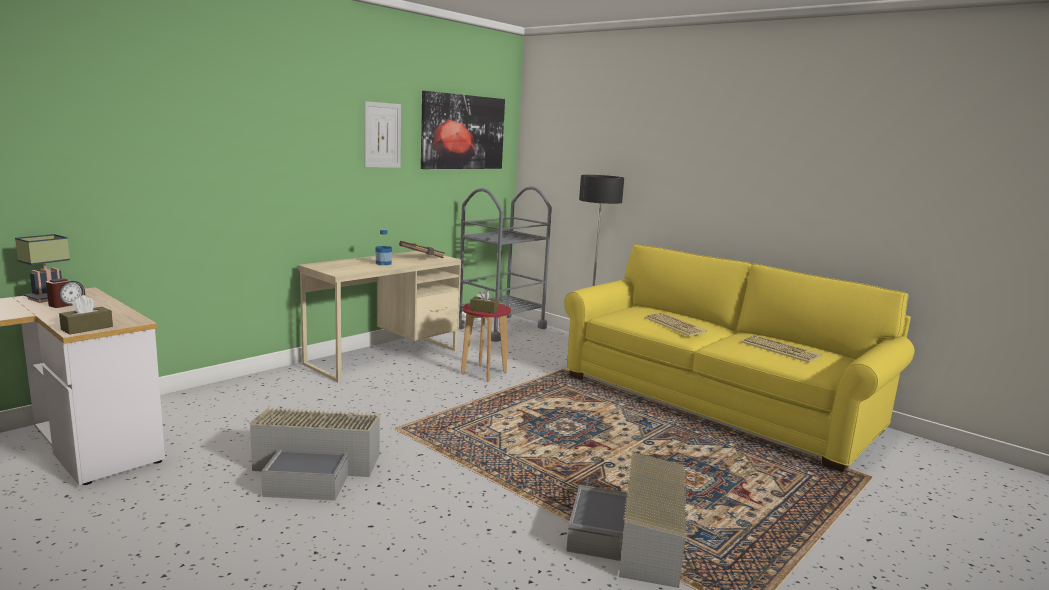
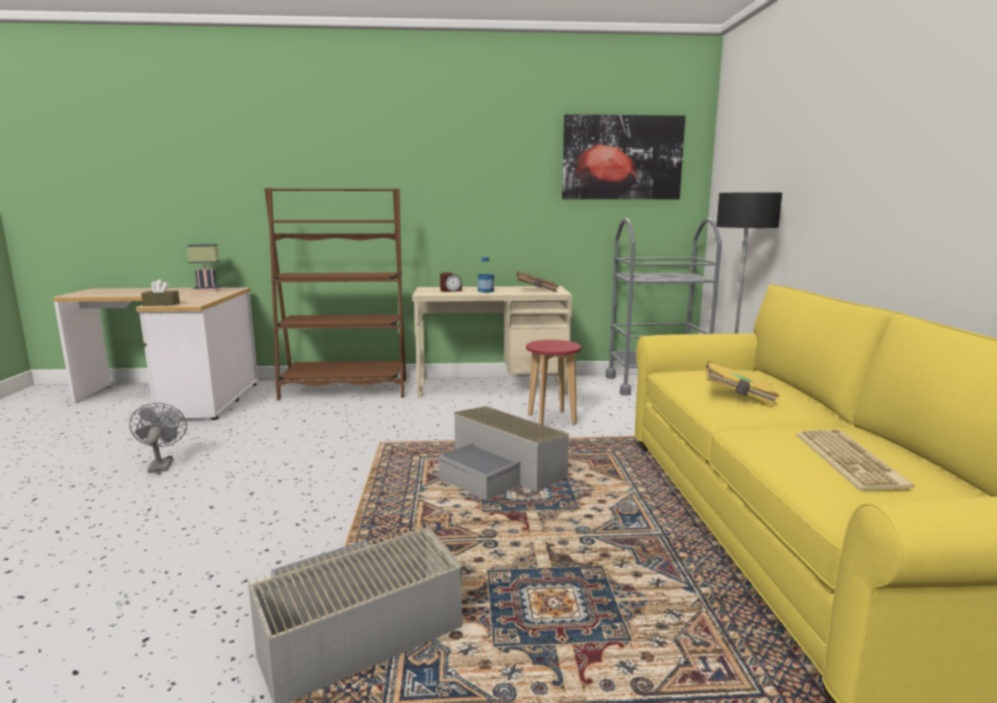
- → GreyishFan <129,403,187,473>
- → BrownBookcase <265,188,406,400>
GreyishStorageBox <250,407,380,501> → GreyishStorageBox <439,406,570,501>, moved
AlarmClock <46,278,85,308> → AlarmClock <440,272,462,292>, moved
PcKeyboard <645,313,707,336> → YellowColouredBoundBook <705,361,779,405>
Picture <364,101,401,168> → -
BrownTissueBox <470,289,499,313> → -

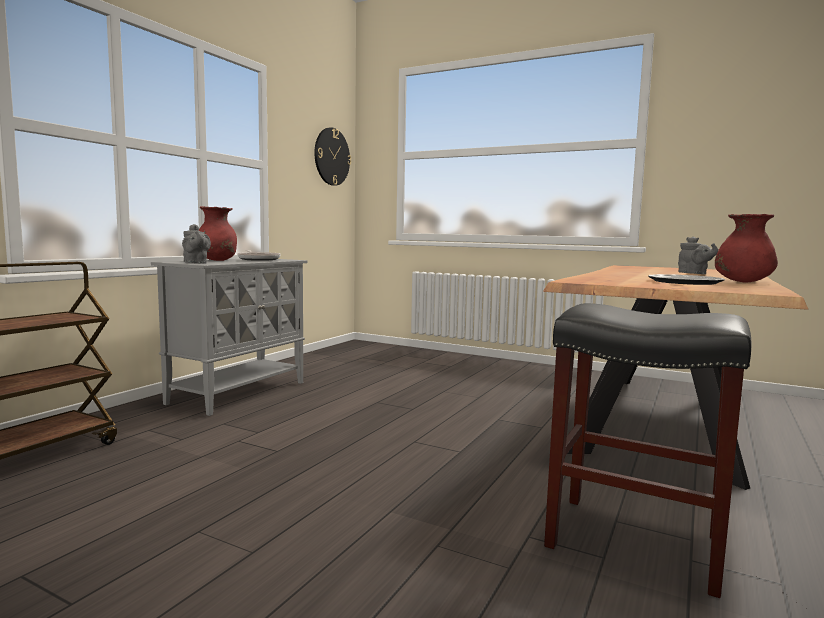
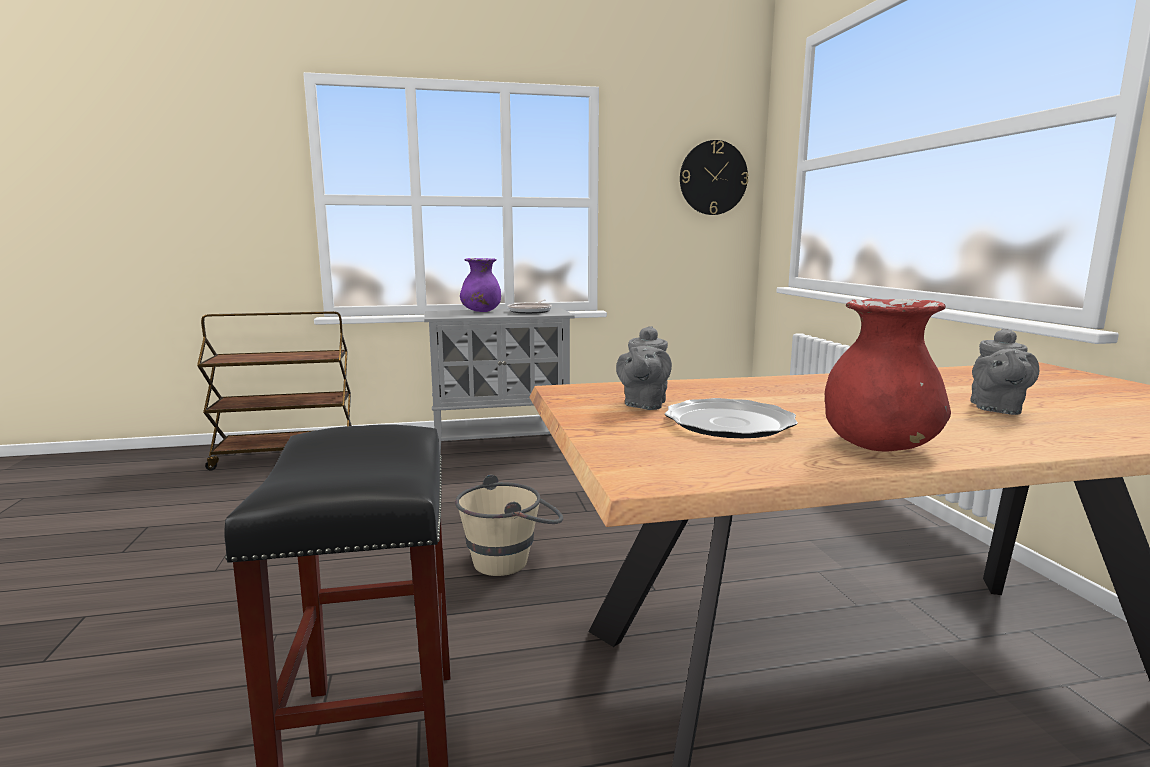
- → SandColouredBucket <455,475,563,576>
ReddishVase <199,206,237,261> → PurpleVase <460,258,501,312>
GreyishTeaPot <182,224,211,264> → GreyishTeaPot <616,326,672,410>, moved

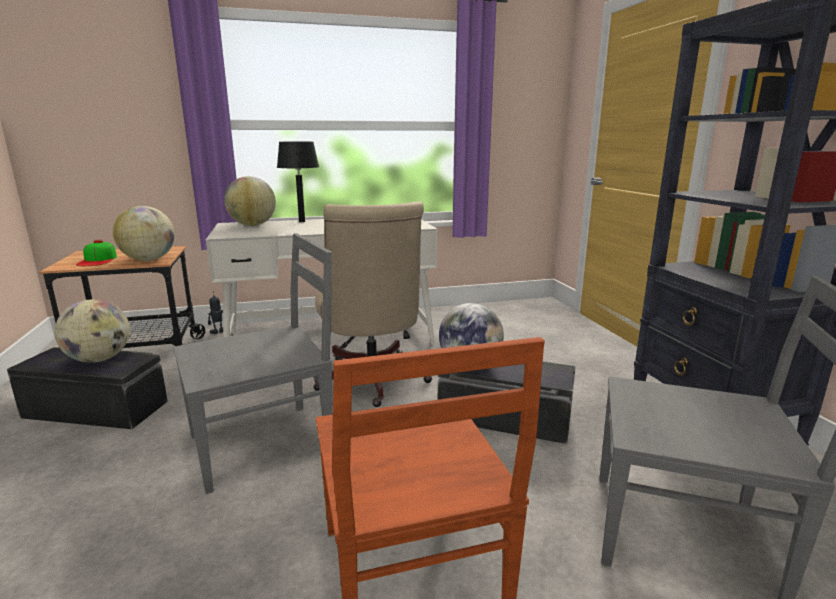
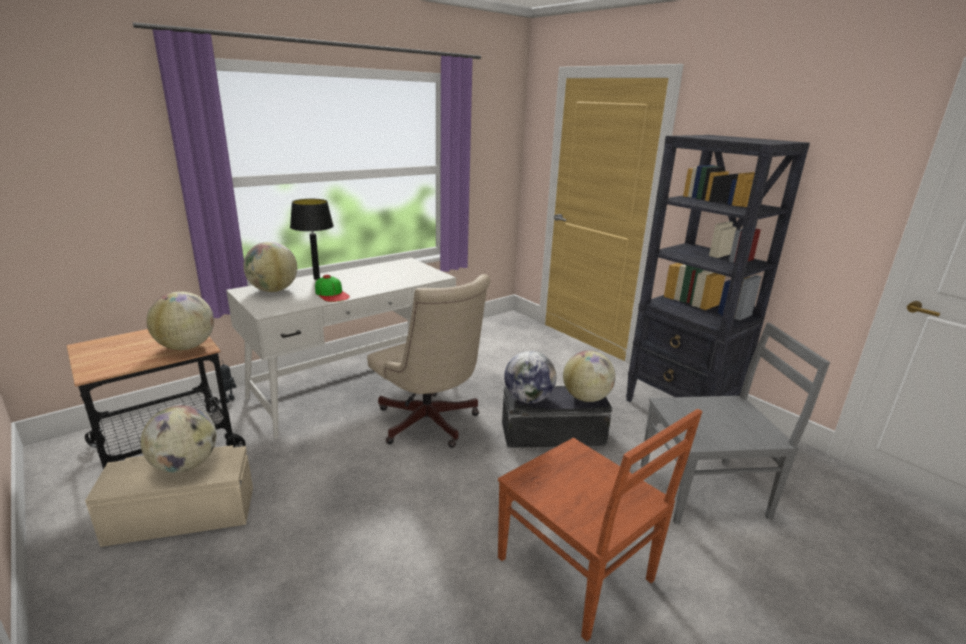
BlackishStorageBox <7,347,168,429> → SandColouredStorageBox <85,445,253,547>
Cap <76,240,117,266> → Cap <315,275,350,302>, moved
- → WorldGlobe <563,350,615,402>
GreyishPlainChair <173,233,333,494> → -

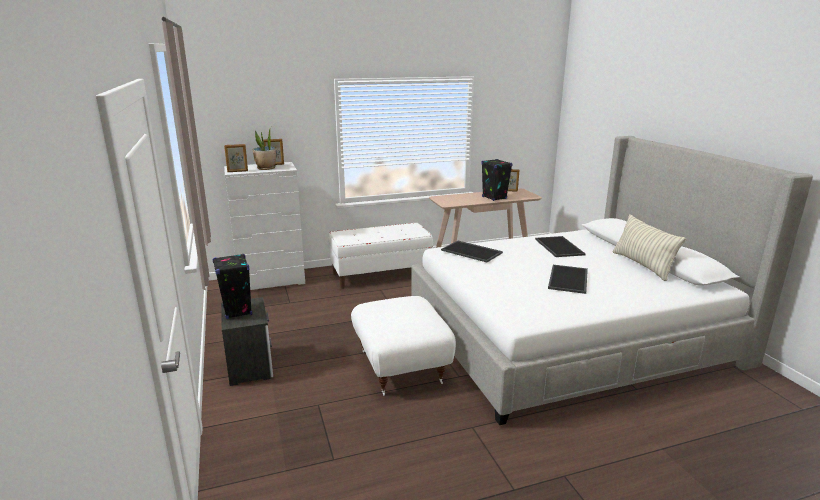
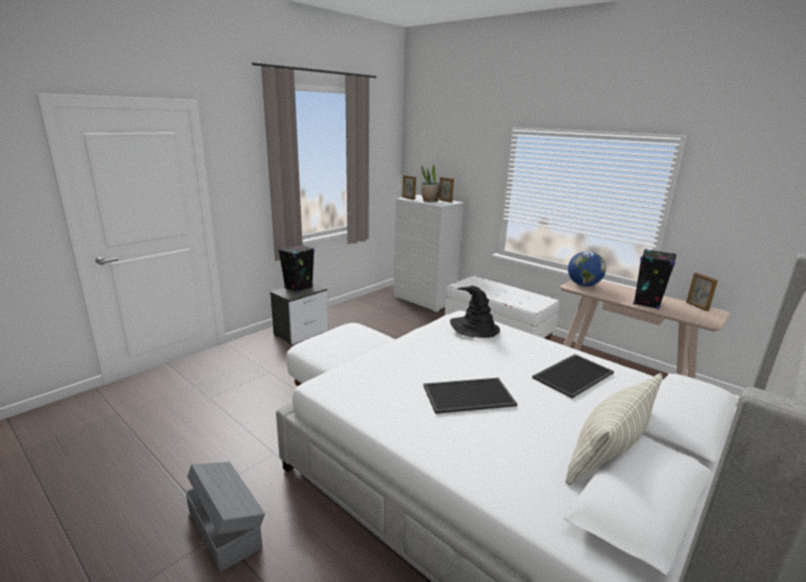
- → GreyishStorageBox <186,462,265,572>
CarryingTray <441,241,503,262> → BlackishClothingHat <450,285,500,338>
- → WorldGlobe <568,251,606,286>

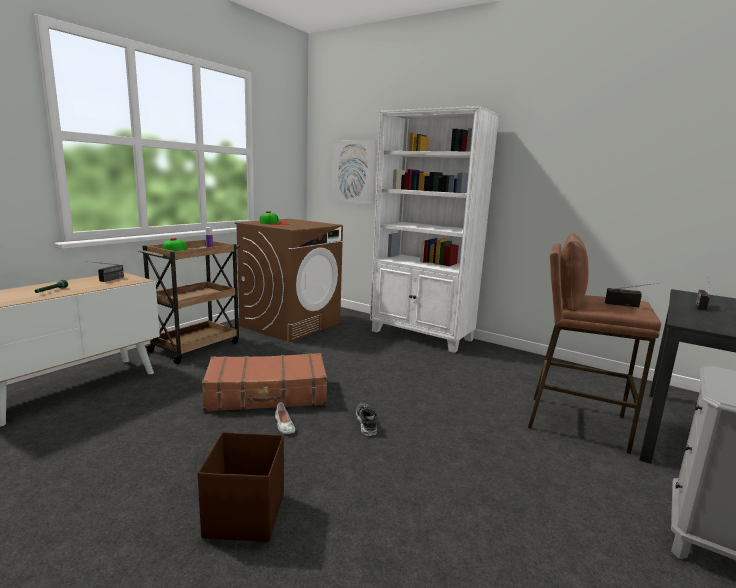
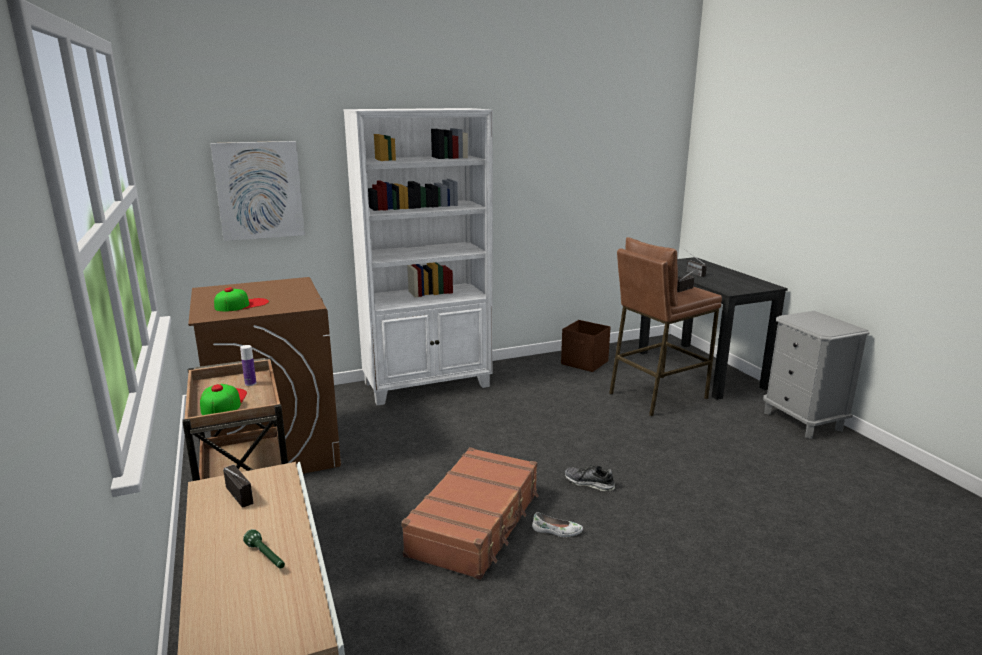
BrownStorageBox <198,432,284,542> → BrownStorageBox <561,320,610,372>, moved

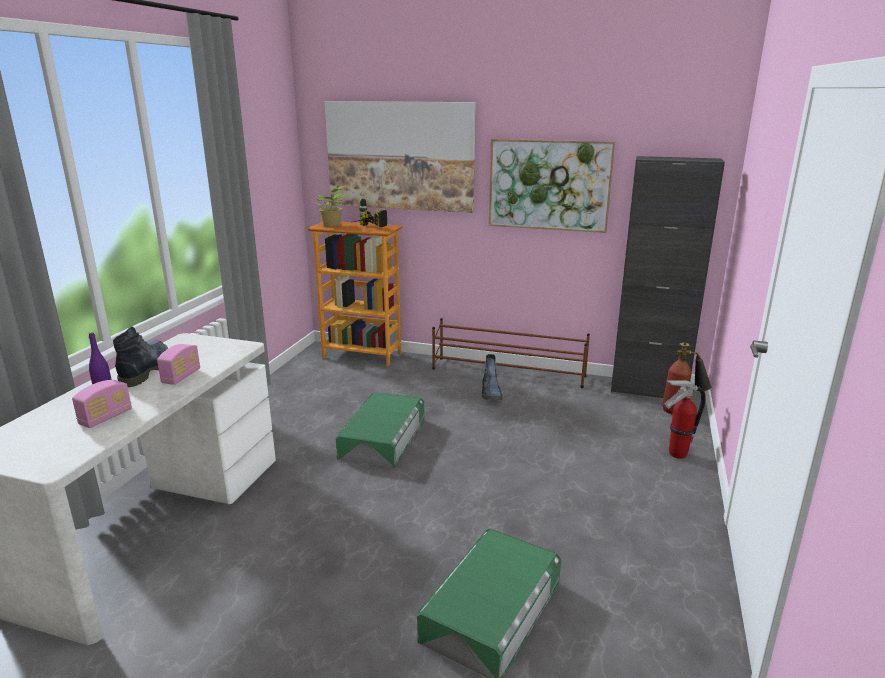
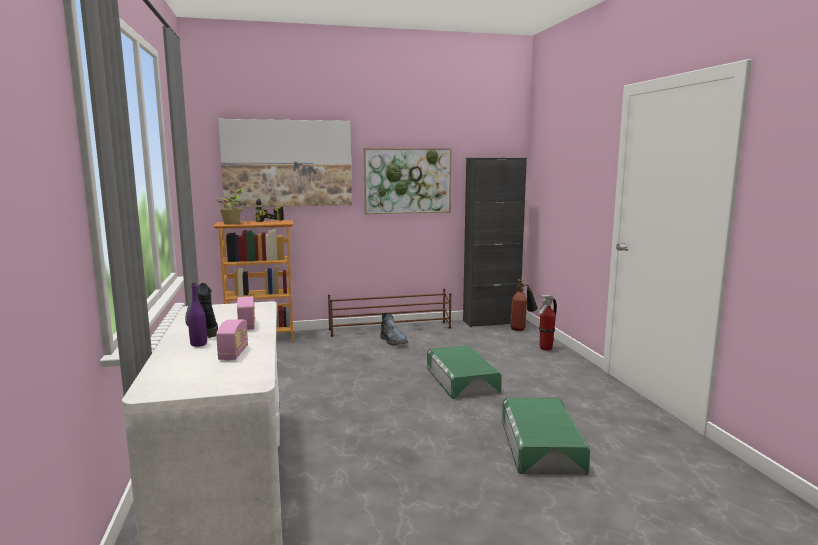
GreenColouredStorageBox <335,392,424,468> → GreenColouredStorageBox <427,345,501,399>, moved

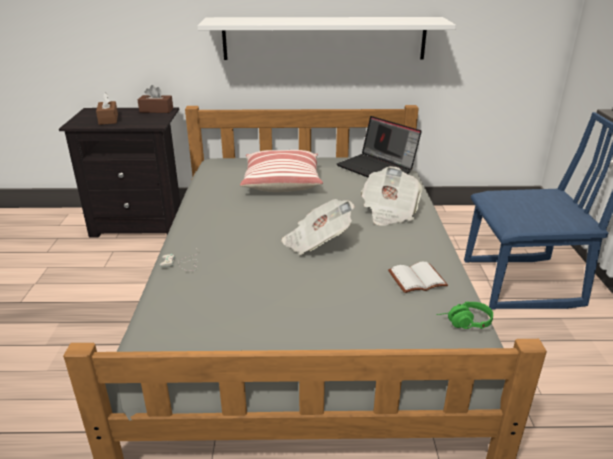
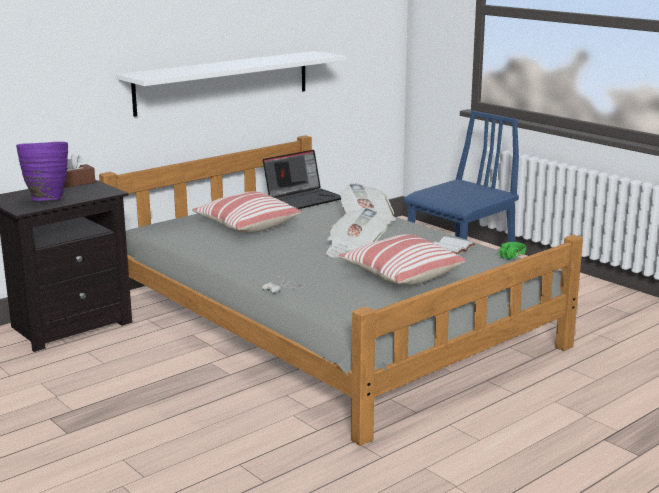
BrownTissueBox <96,93,118,125> → PurpleVase <16,142,68,201>
PortableComputer <337,116,422,177> → PortableComputer <263,150,341,209>, 45 degrees counterclockwise
- → Cushion <339,234,466,285>

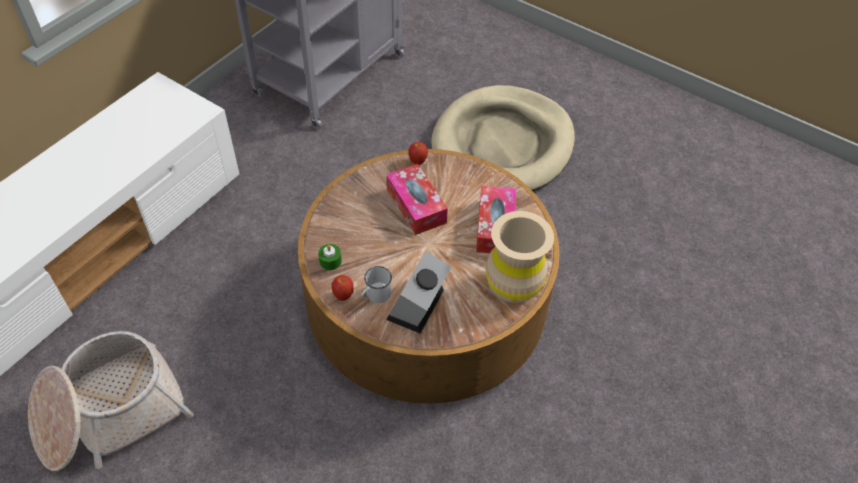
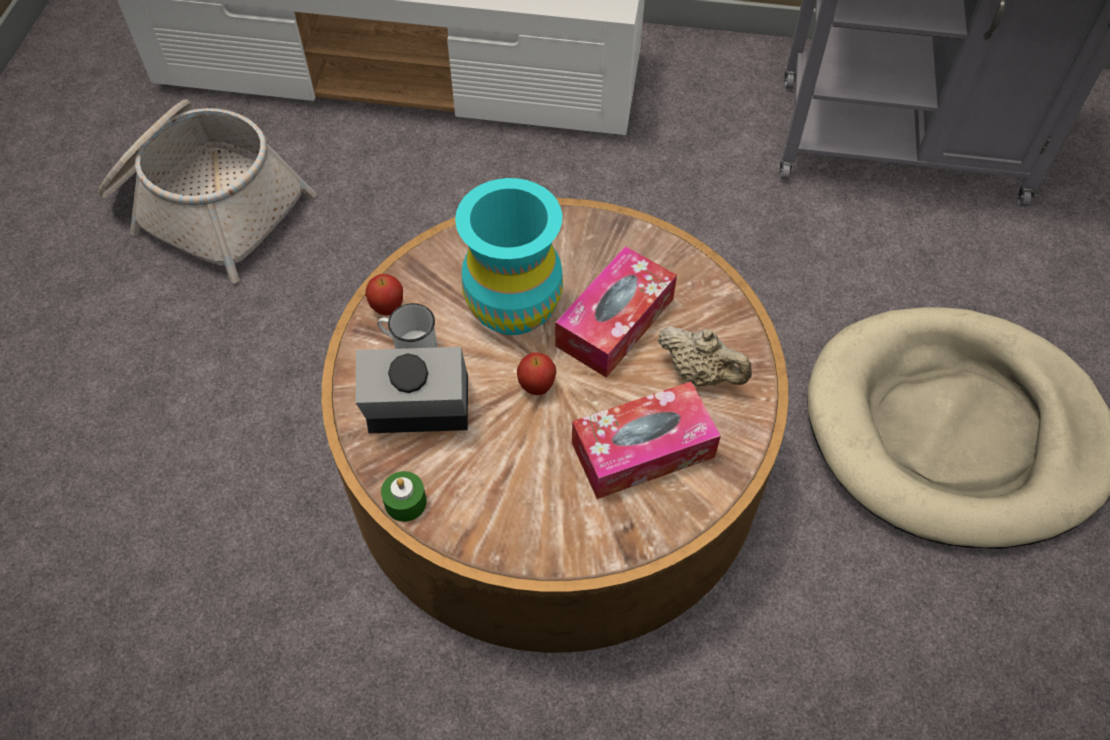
GreenColouredCandle <318,244,342,270> → GreenColouredCandle <381,471,427,522>, moved
- → TurquoiseColouredVase <455,178,563,335>
AppleFruit <409,142,428,165> → AppleFruit <517,352,556,395>, moved
- → SandColouredTeaPot <658,326,752,386>
SandColouredVase <486,211,554,303> → -

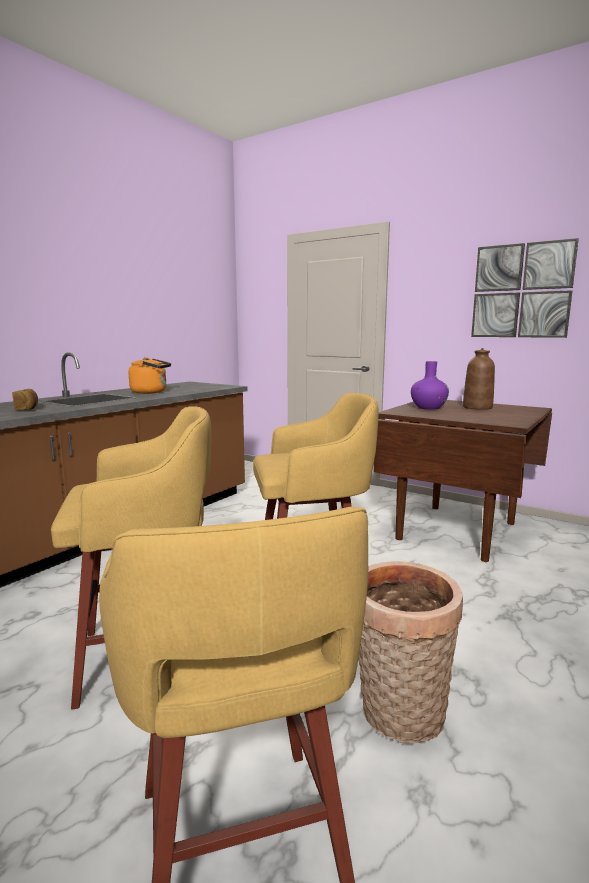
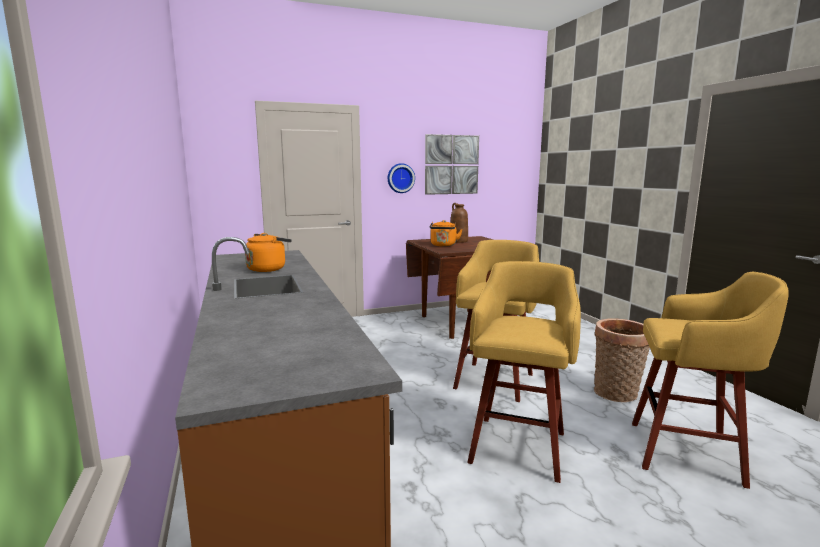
- → WallClock <388,163,415,193>
PurpleVase <411,361,449,410> → OrangeKettle <430,220,462,247>
Bread <12,389,38,410> → -

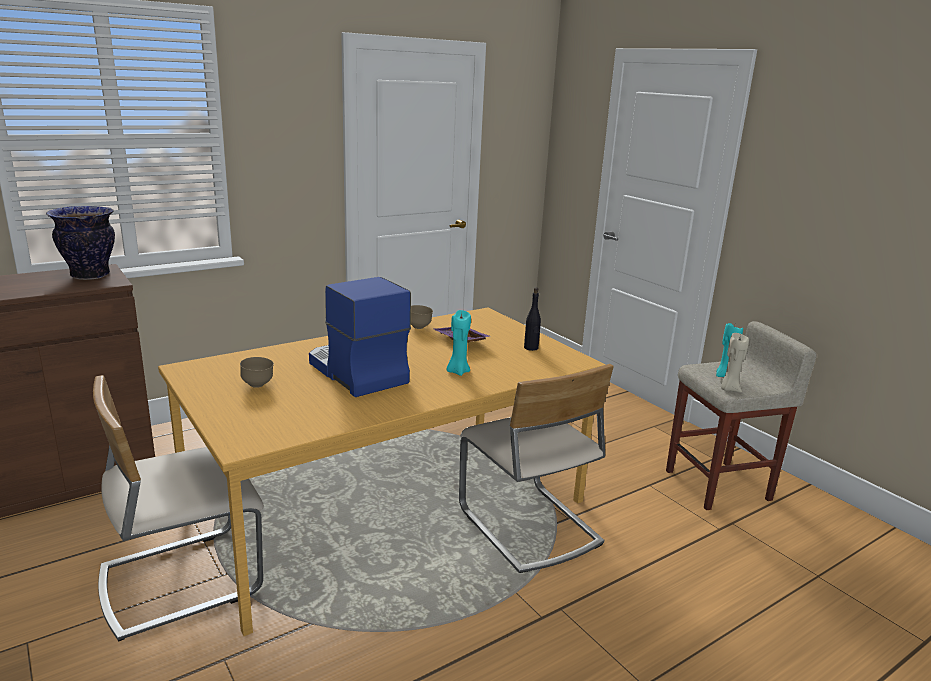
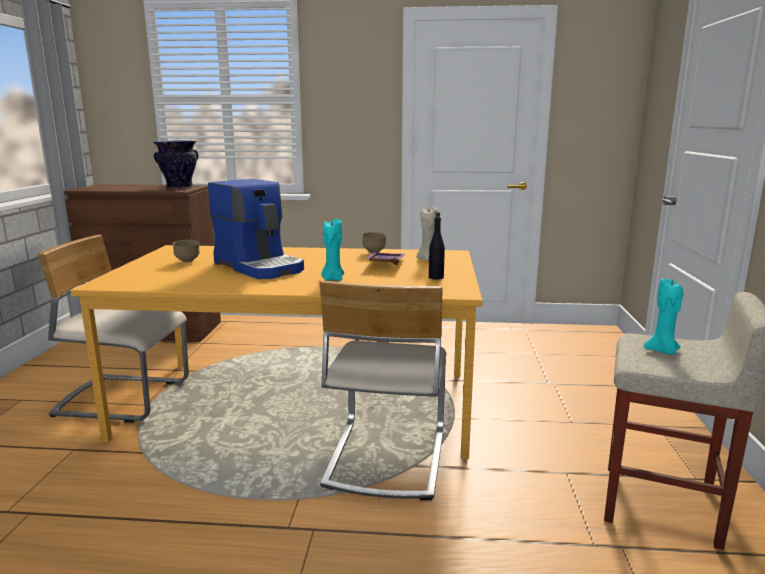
CoffeeMaker <309,277,411,397> → CoffeeMaker <208,179,304,279>, 135 degrees clockwise
SandColouredCandle <720,333,749,393> → SandColouredCandle <417,206,437,261>, moved

